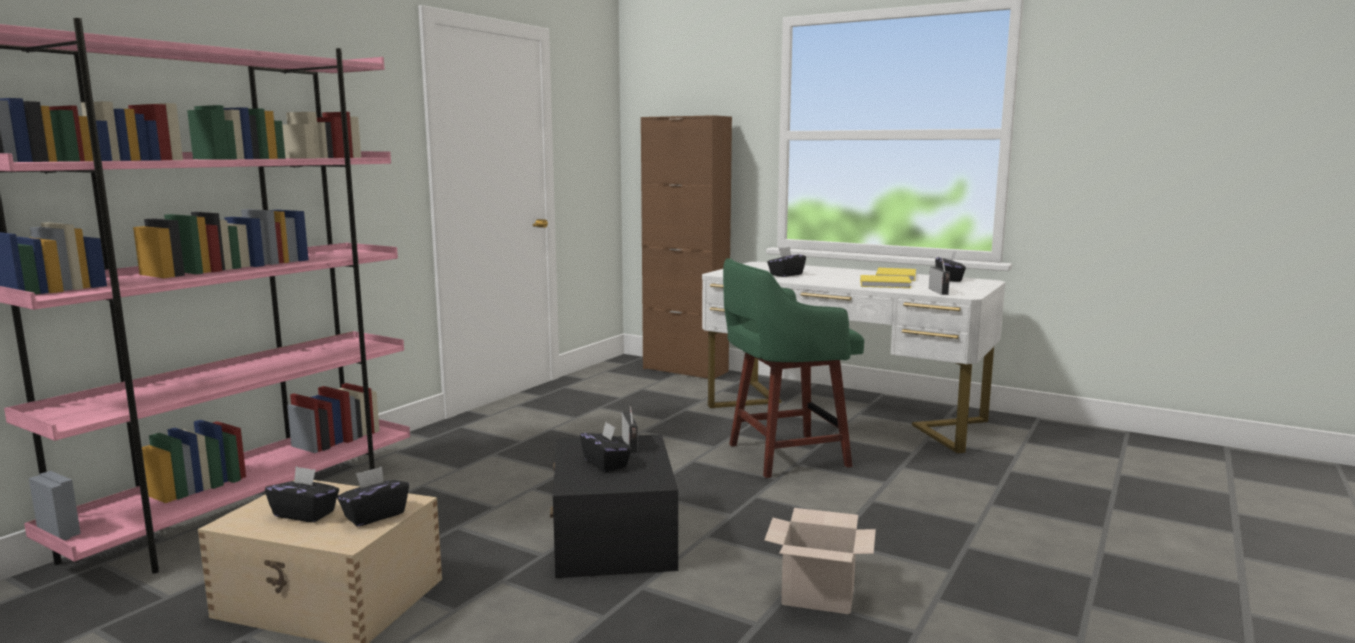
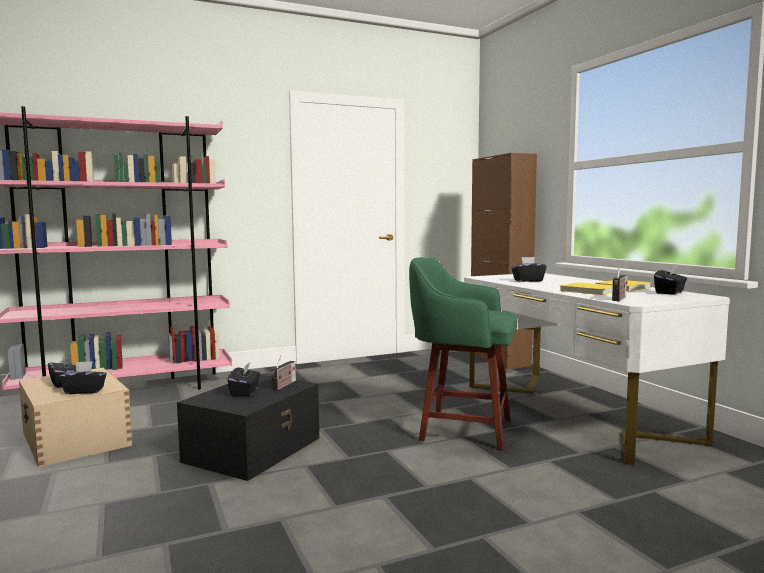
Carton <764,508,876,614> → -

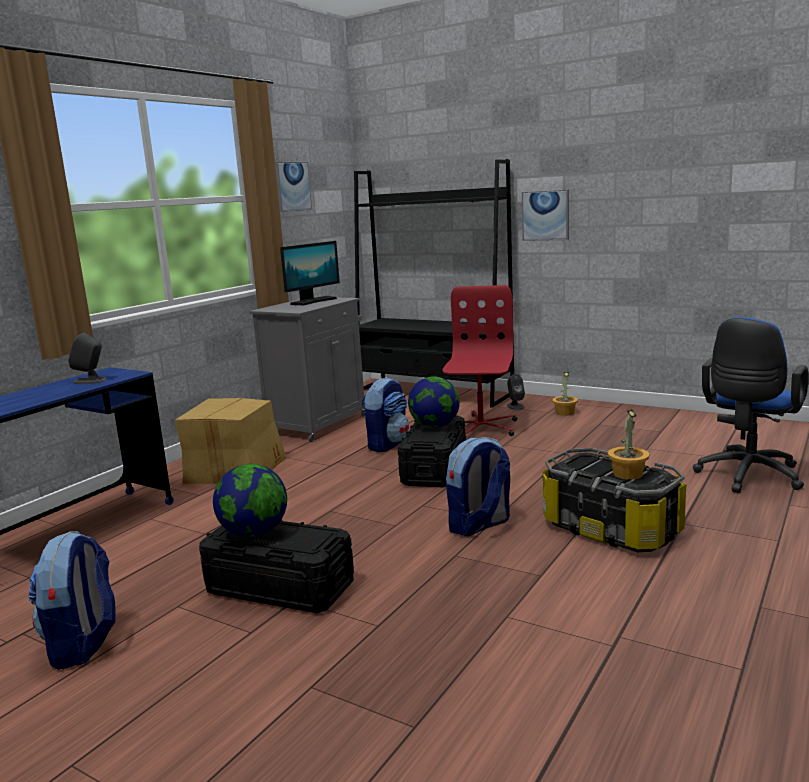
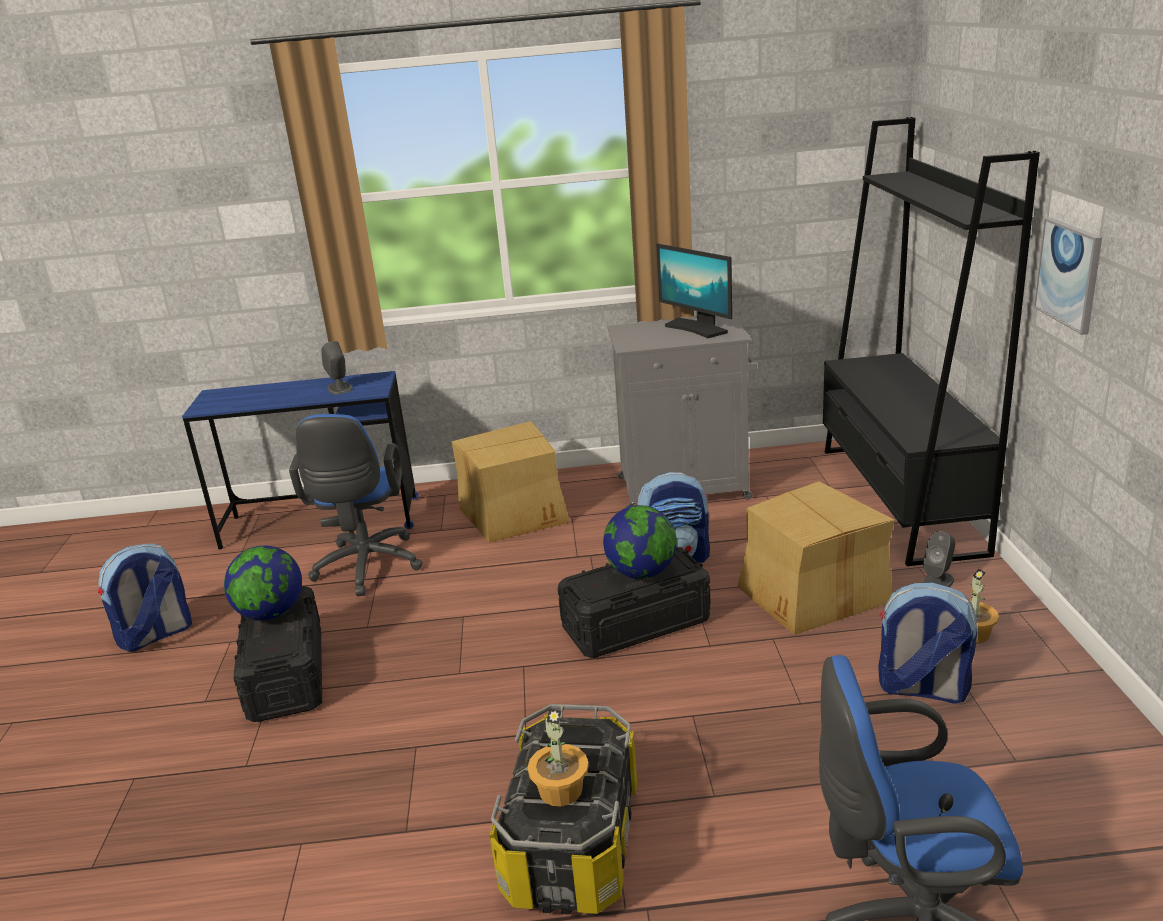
- → BlueColouredDeskChair <289,414,423,596>
ComputerDisplay <280,241,340,305> → ComputerDisplay <656,244,732,338>, 45 degrees clockwise
ReddishDeskChair <443,285,517,436> → Carton <737,481,895,635>
Rucksack <446,437,510,536> → Rucksack <878,582,977,704>, moved
Picture <275,162,312,212> → -

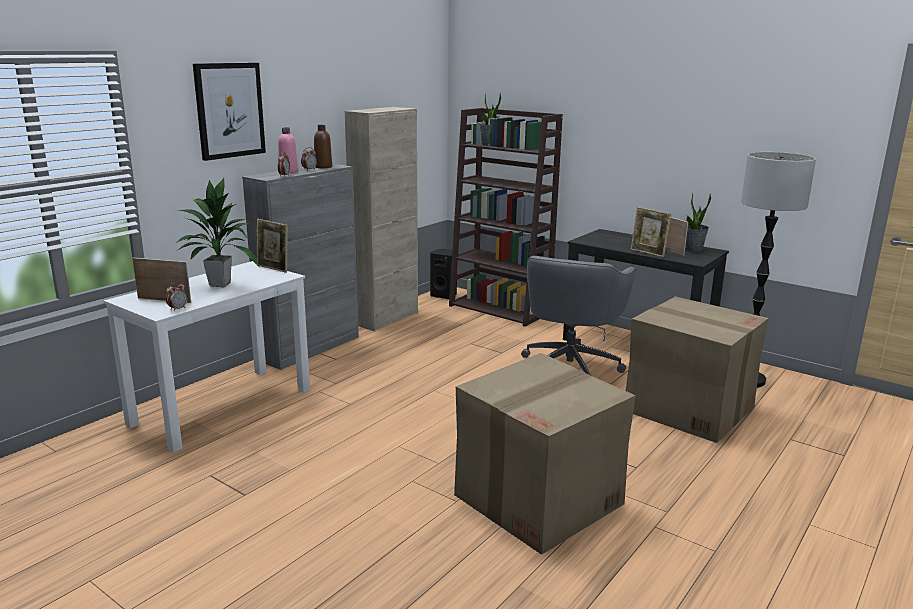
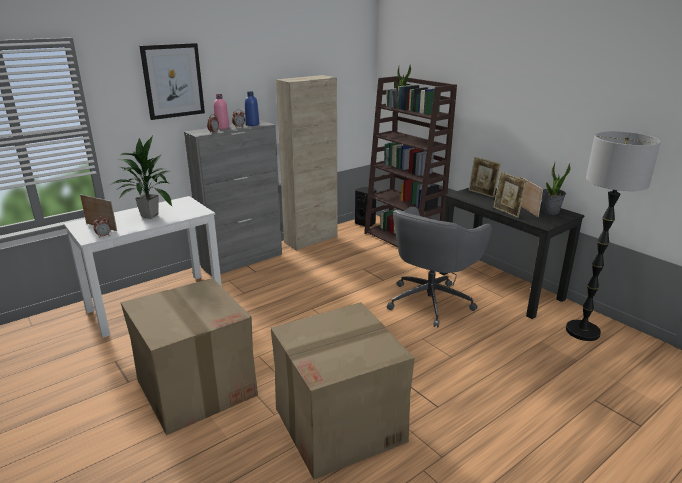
Carton <626,296,769,443> → Carton <121,278,258,435>, moved
BrownDrinkBottle <314,125,332,168> → BlueColouredDrinkBottle <245,91,259,126>
StandingFrame <257,219,288,273> → StandingFrame <469,157,500,198>, moved

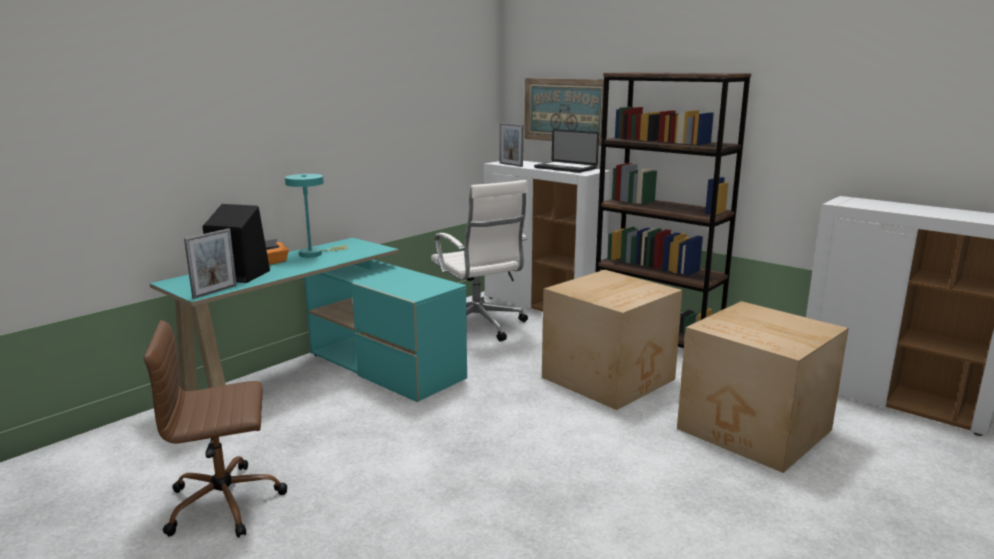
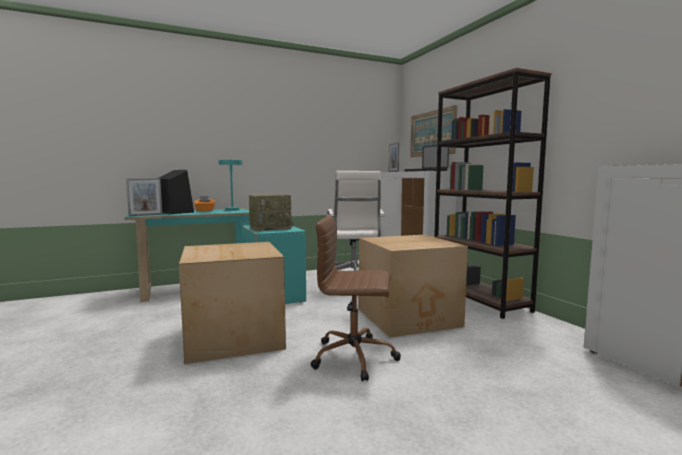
Carton <677,301,848,473> → Carton <179,242,286,364>, moved
- → RadioReceiver <249,194,294,231>
BrownDeskChair <144,320,287,538> → BrownDeskChair <311,216,401,382>, moved

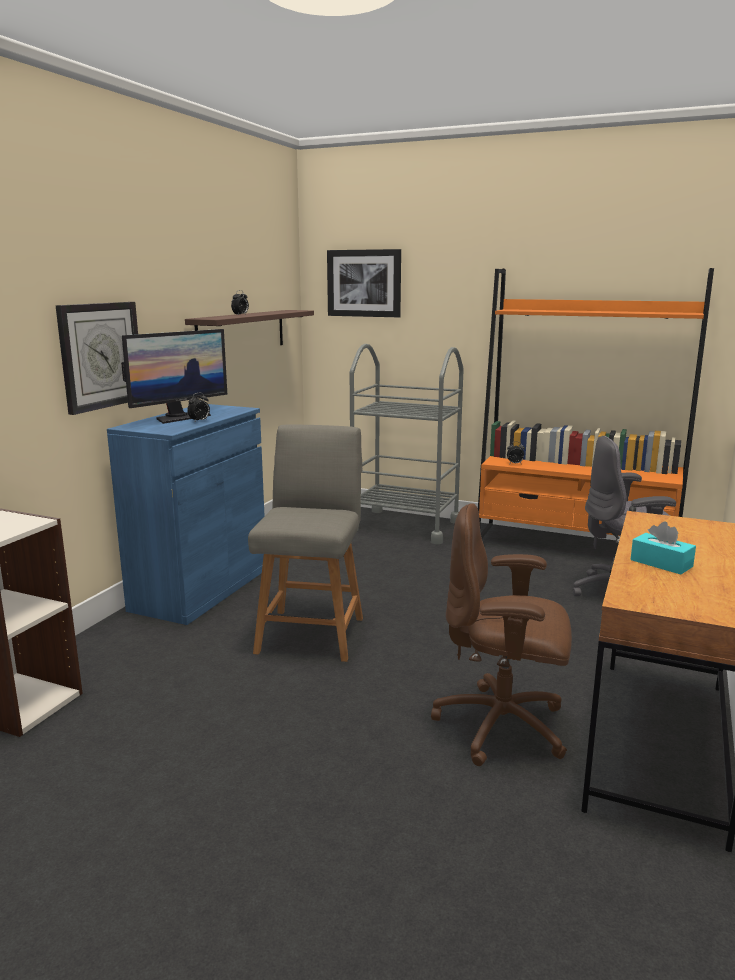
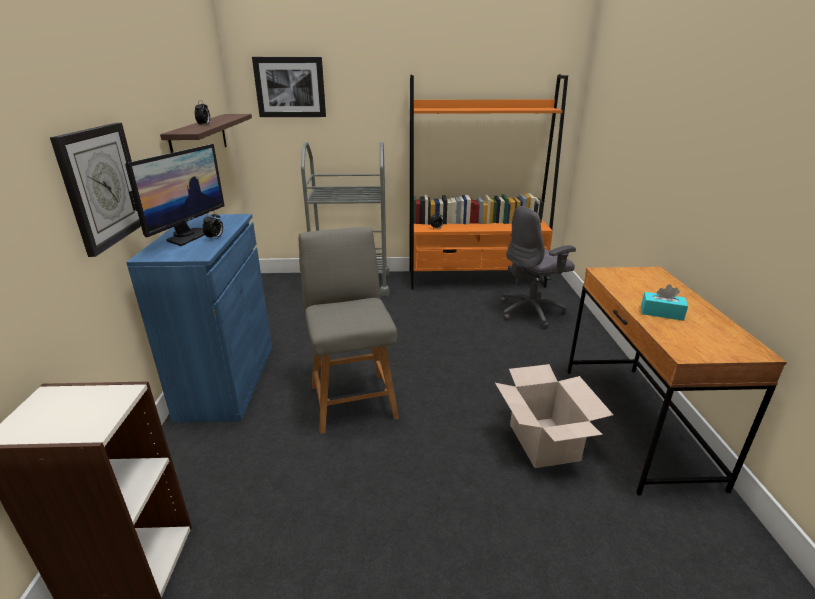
BrownDeskChair <431,504,572,766> → Carton <495,364,613,468>

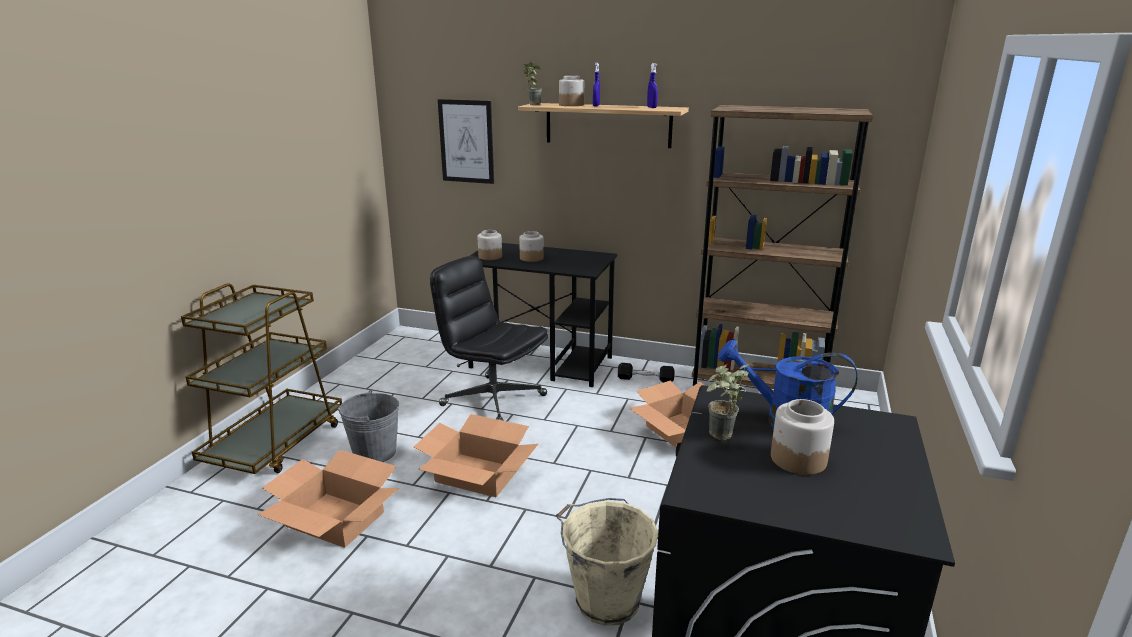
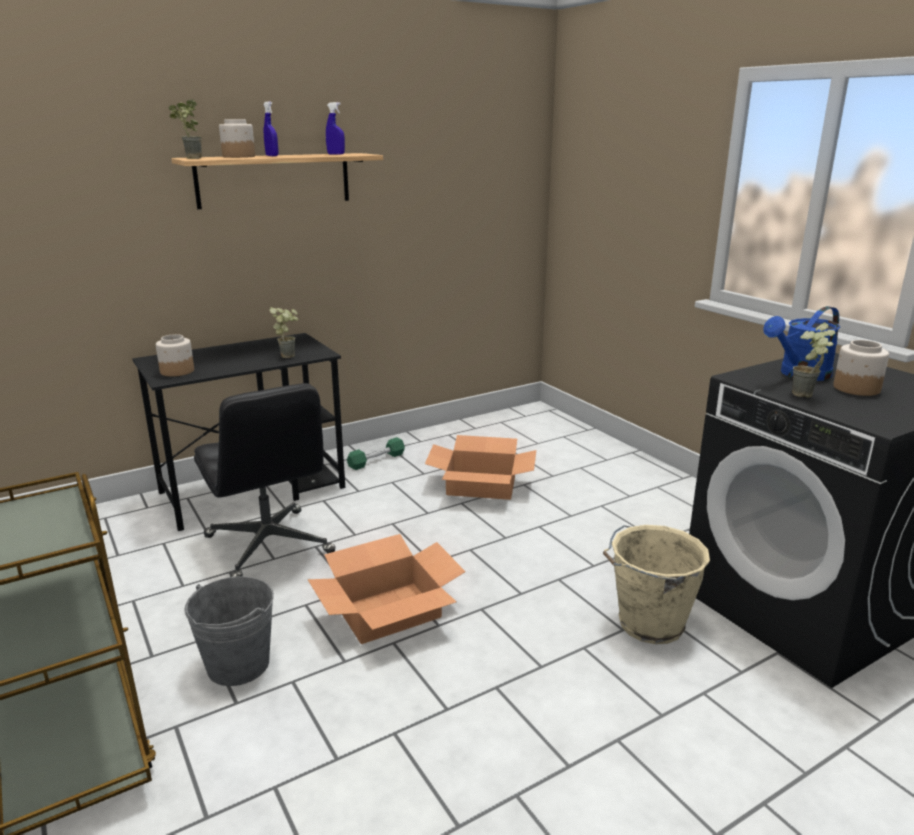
BlackishDeskChair <430,256,548,421> → BlackishDeskChair <194,383,335,577>, 105 degrees counterclockwise
- → Houseplant <269,307,299,358>
BlackishFreeWeight <618,363,675,382> → GreenColouredFreeWeight <347,437,405,470>
Carton <257,450,399,548> → -
Picture <438,99,494,184> → -
StorageJar <519,231,544,262> → -
BrownBookcase <692,105,873,389> → -

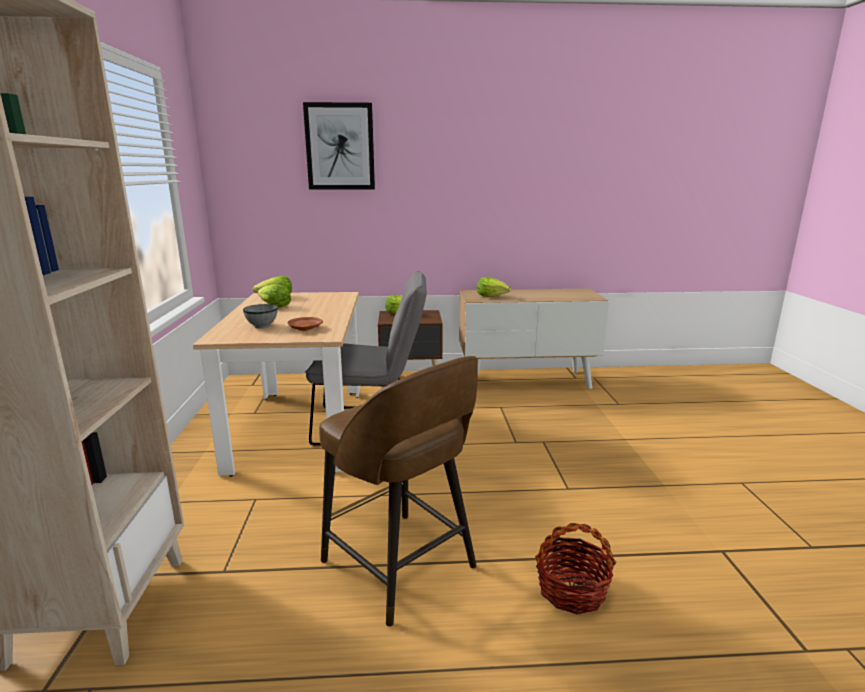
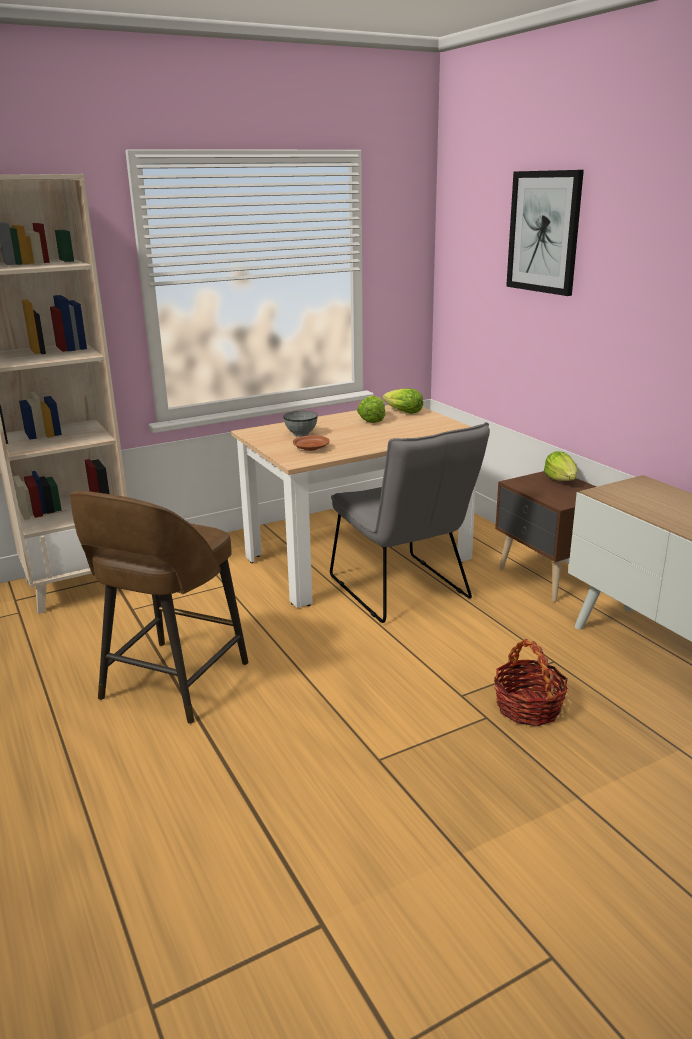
StorageBasket <535,523,616,615> → StorageBasket <494,639,568,726>, moved
LettuceHead <477,277,511,297> → -

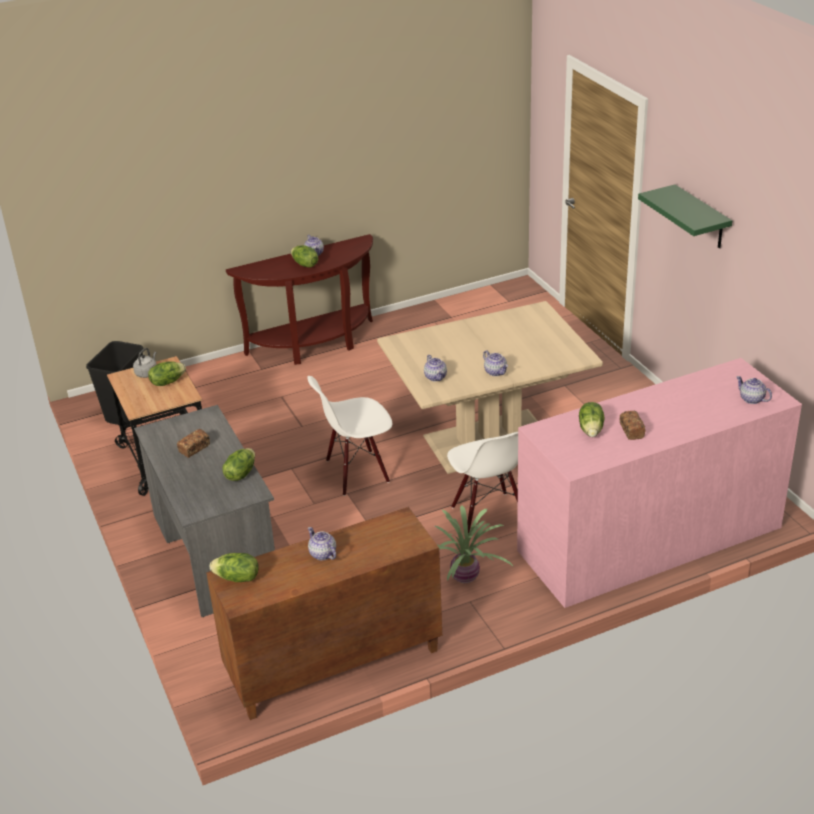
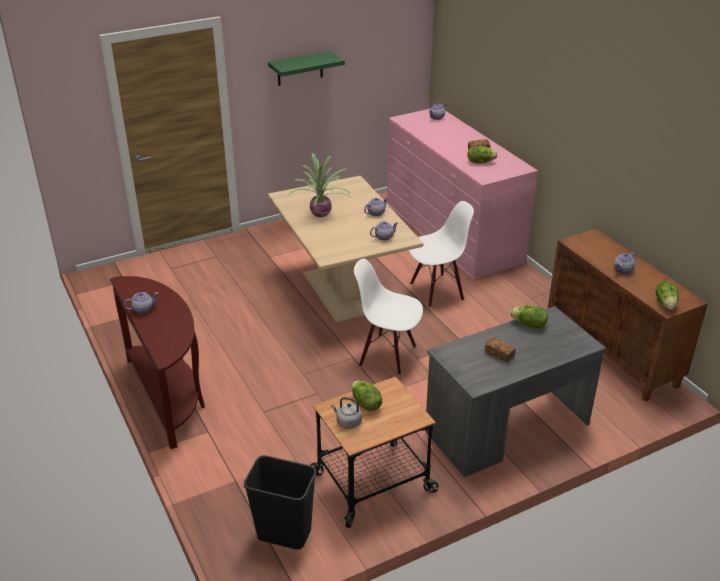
Houseplant <435,505,514,583> → Houseplant <289,153,350,217>, moved
WhitePlainChair <307,376,392,496> → WhitePlainChair <354,259,423,375>, 135 degrees clockwise
LettuceHead <291,245,318,268> → -

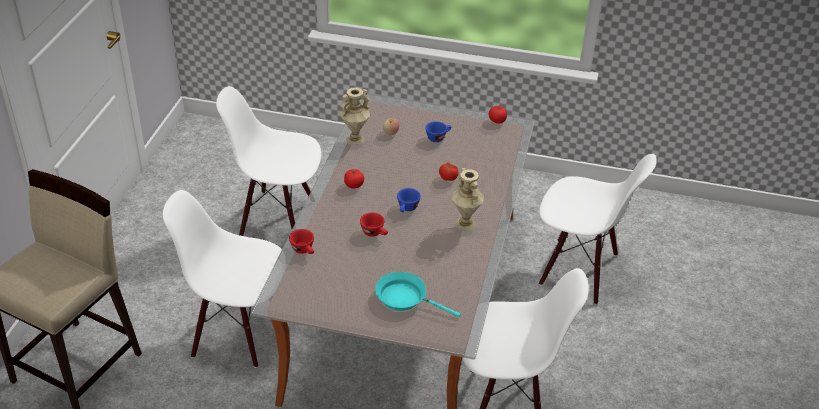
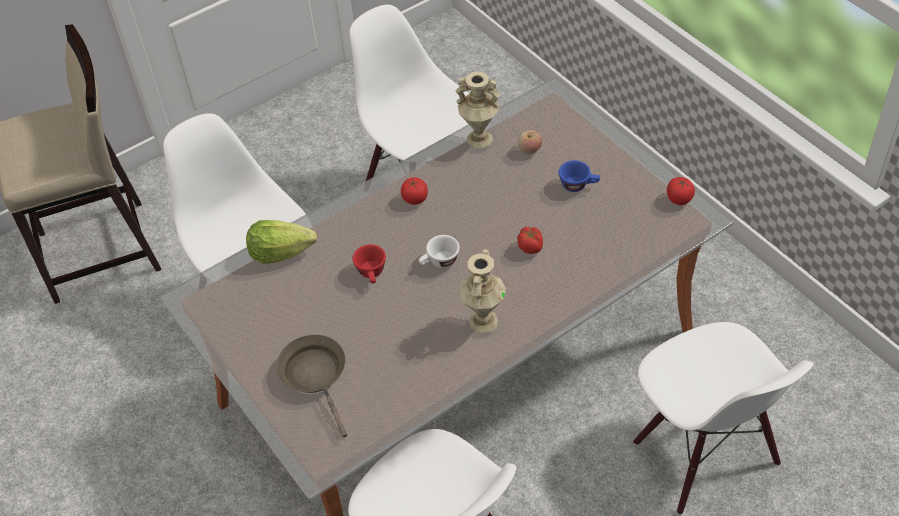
ReddishSmallCup <289,229,314,254> → LettuceHead <246,220,317,264>
TurquoiseColouredSkillet <375,272,461,317> → BrownSkillet <276,335,347,437>
BlueColouredSmallCup <397,188,421,212> → WhiteSmallCup <419,235,460,268>

